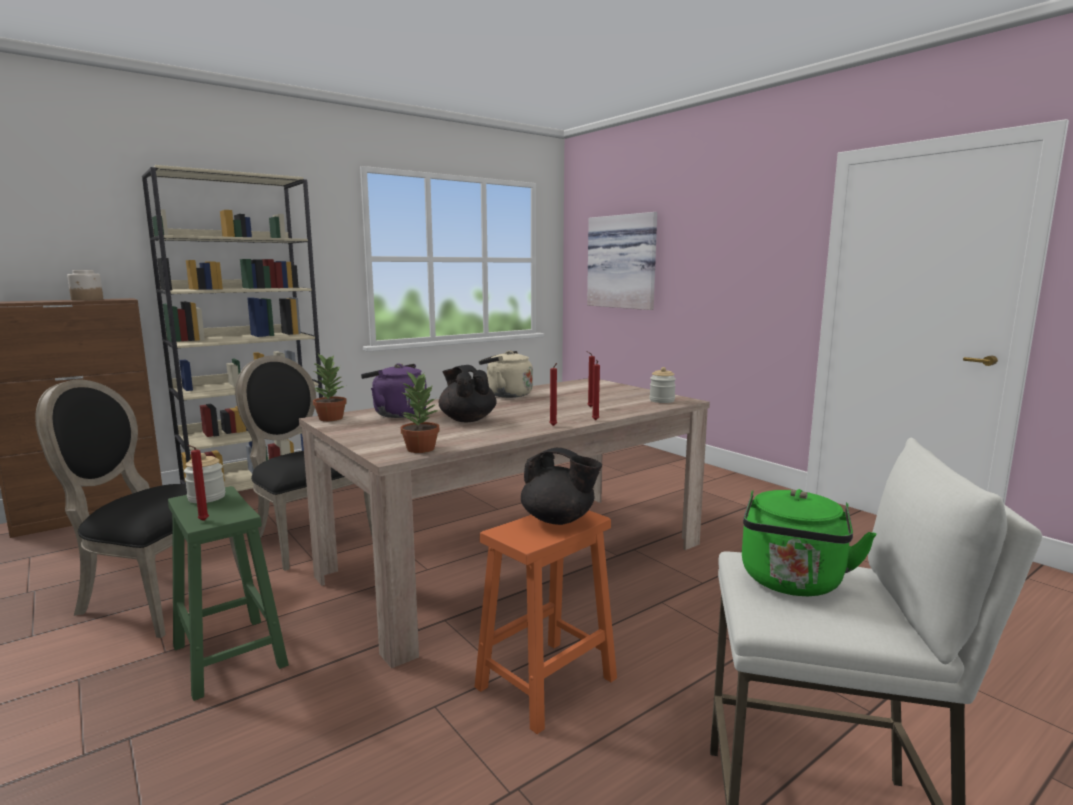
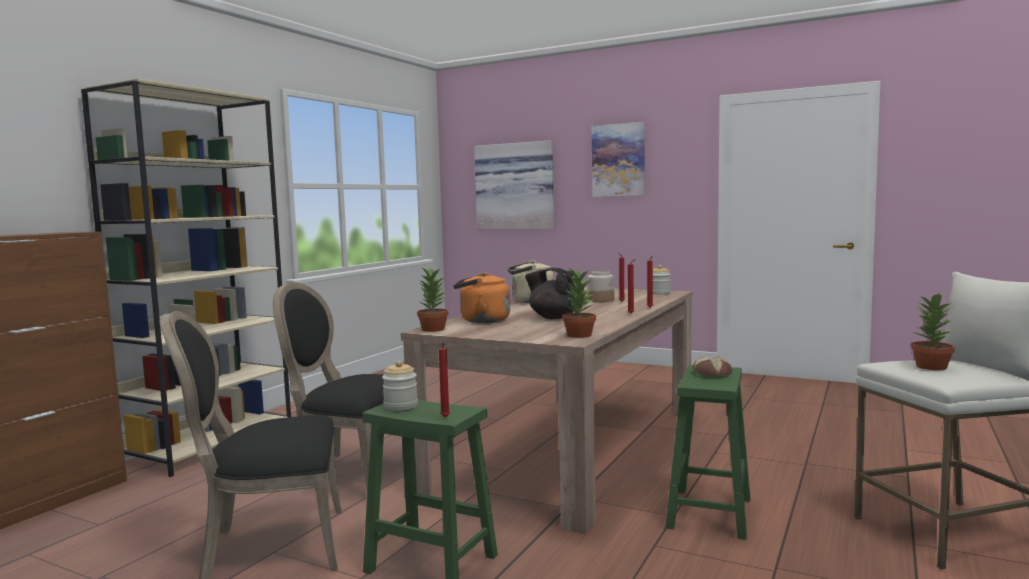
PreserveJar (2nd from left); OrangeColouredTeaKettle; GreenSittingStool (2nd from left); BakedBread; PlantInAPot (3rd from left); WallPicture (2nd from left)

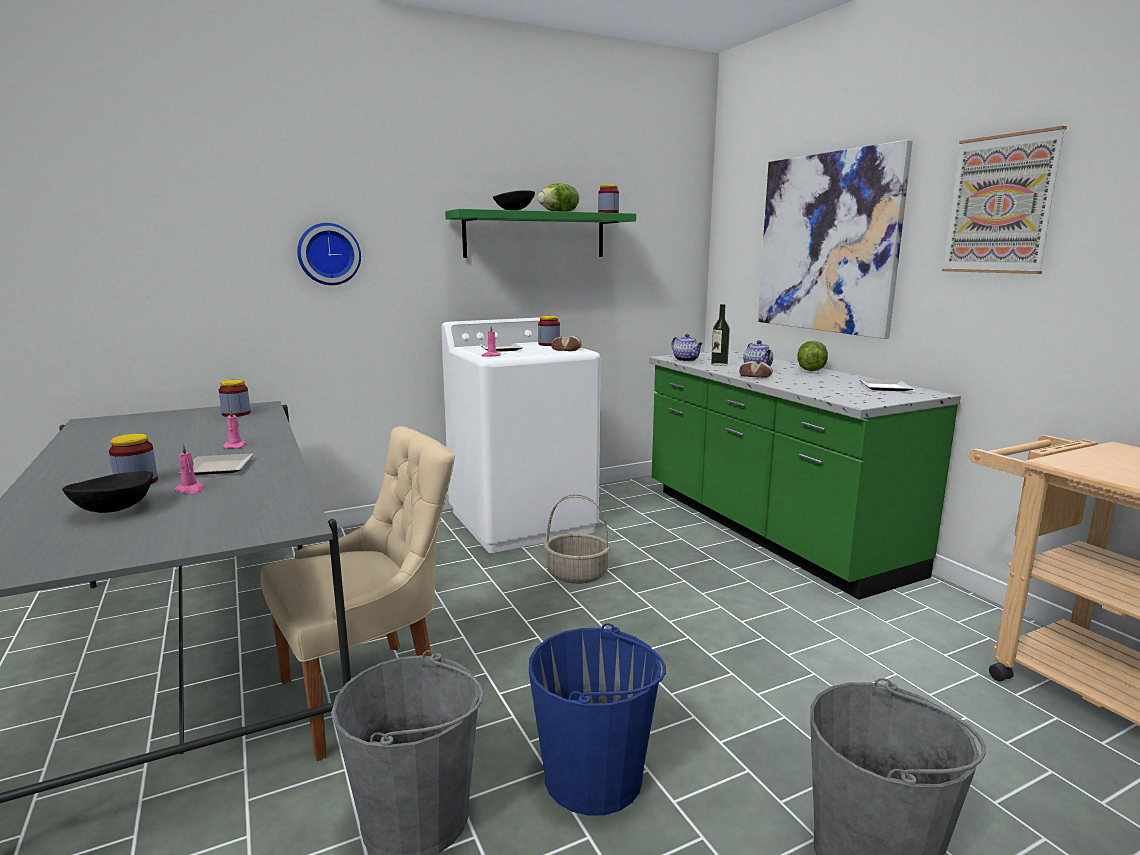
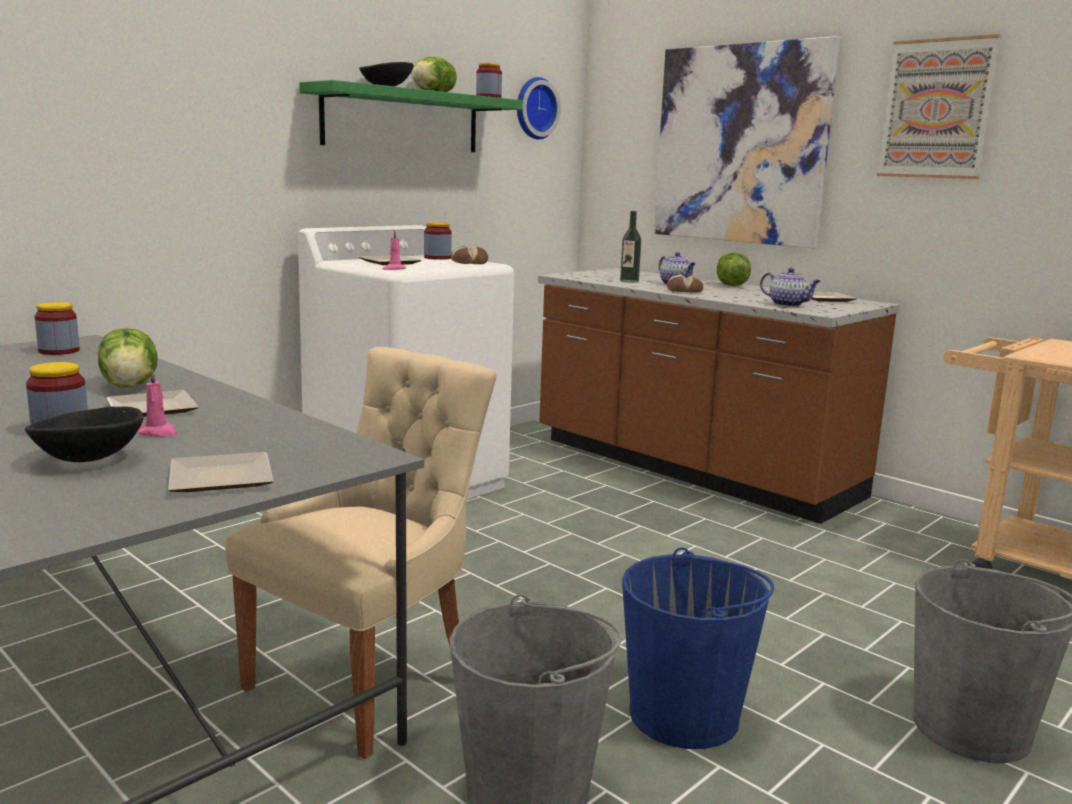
HeadOfLettuce (1st from left); WallClock; HouseholdBasket; BrownKitchenBaseUnit; TeaPot (2nd from left); DinnerPlate (2nd from left)

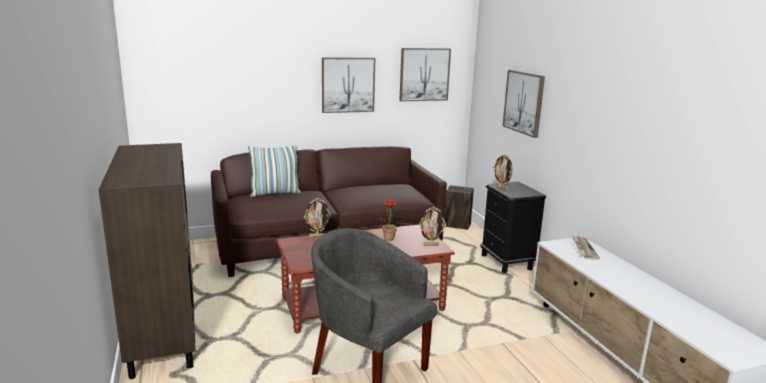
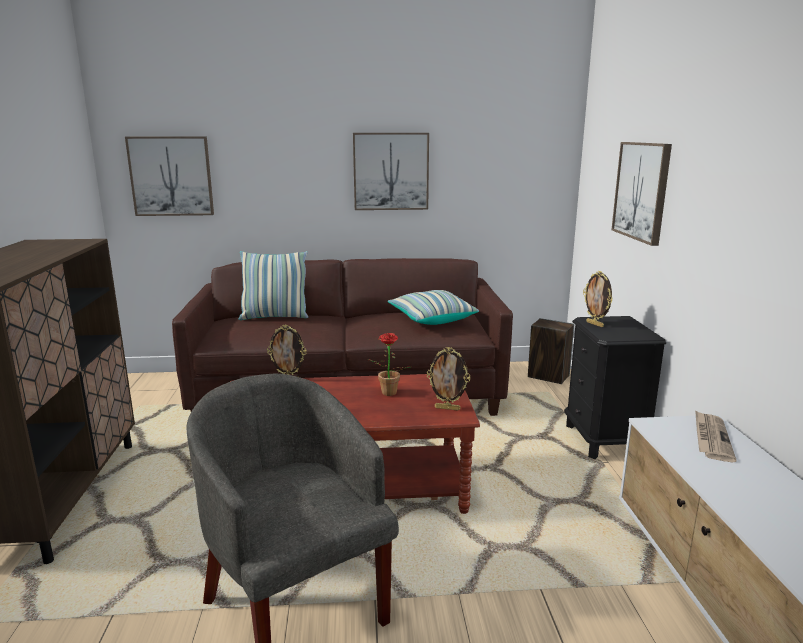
WallPicture (1st from left); Pillow (2nd from left)

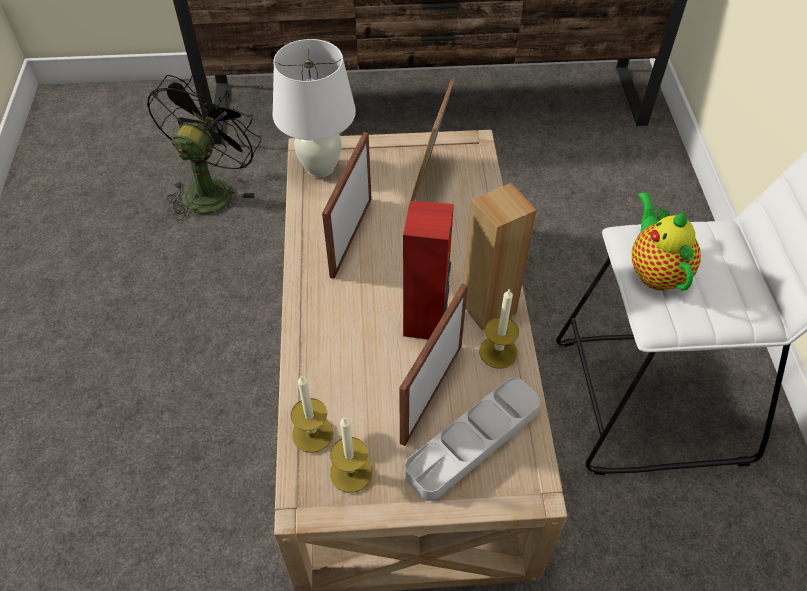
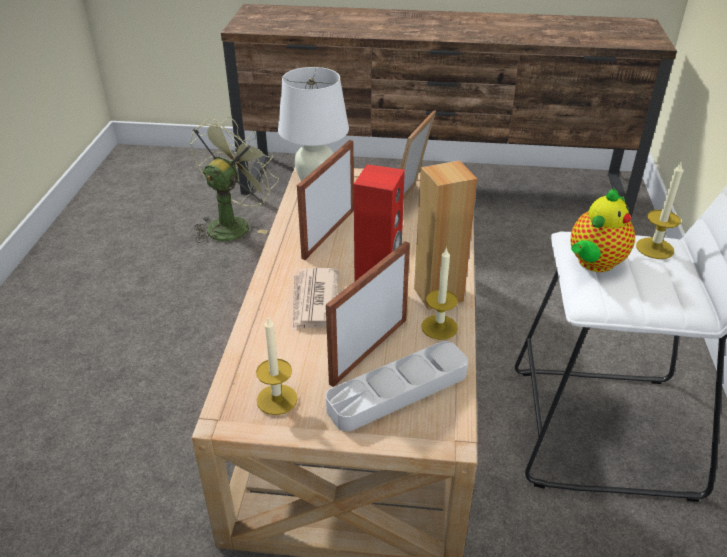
GreenCoolingFan; Candle (3rd from left); TeaPot; DailyPaper

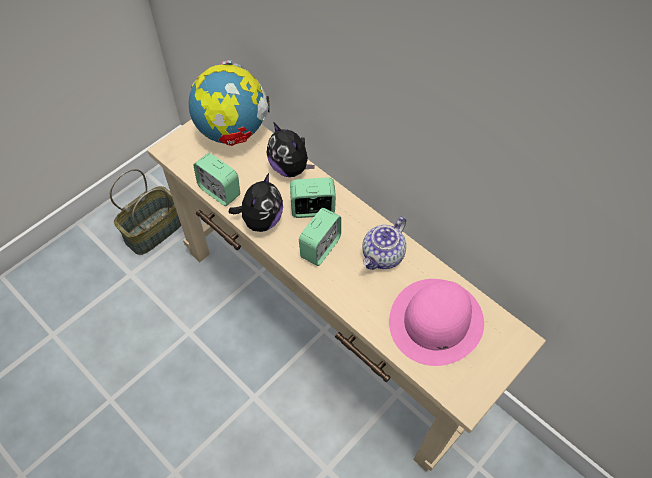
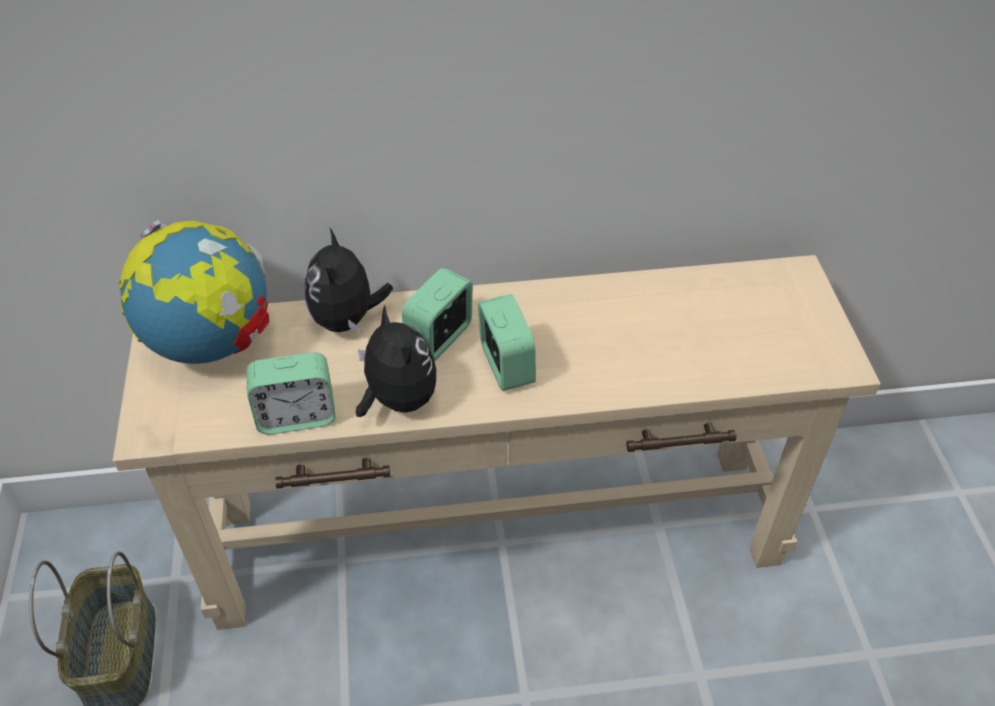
SoftToy (1st from left); TeaPot; PinkColouredHat

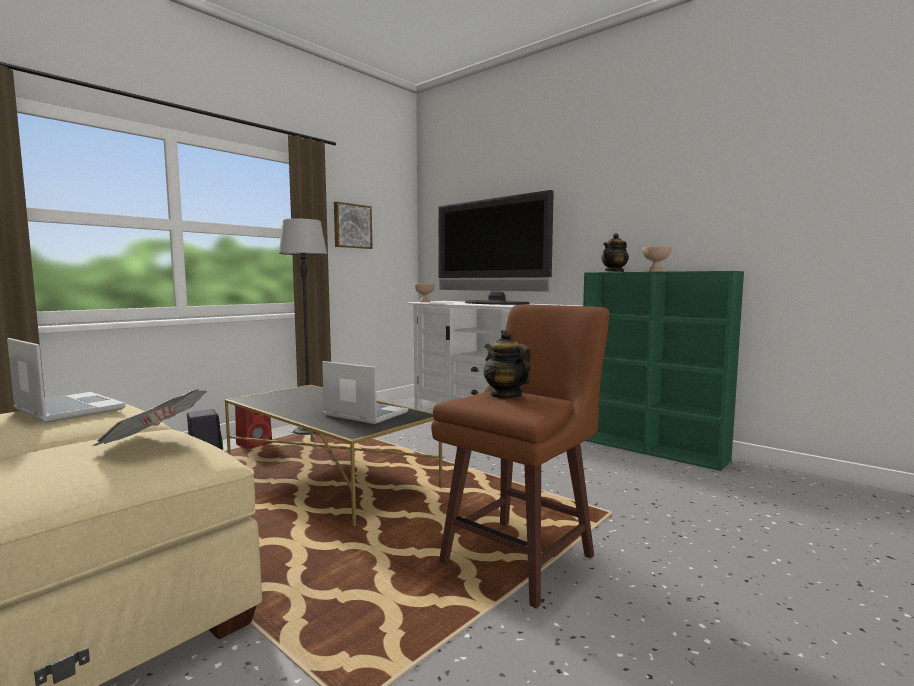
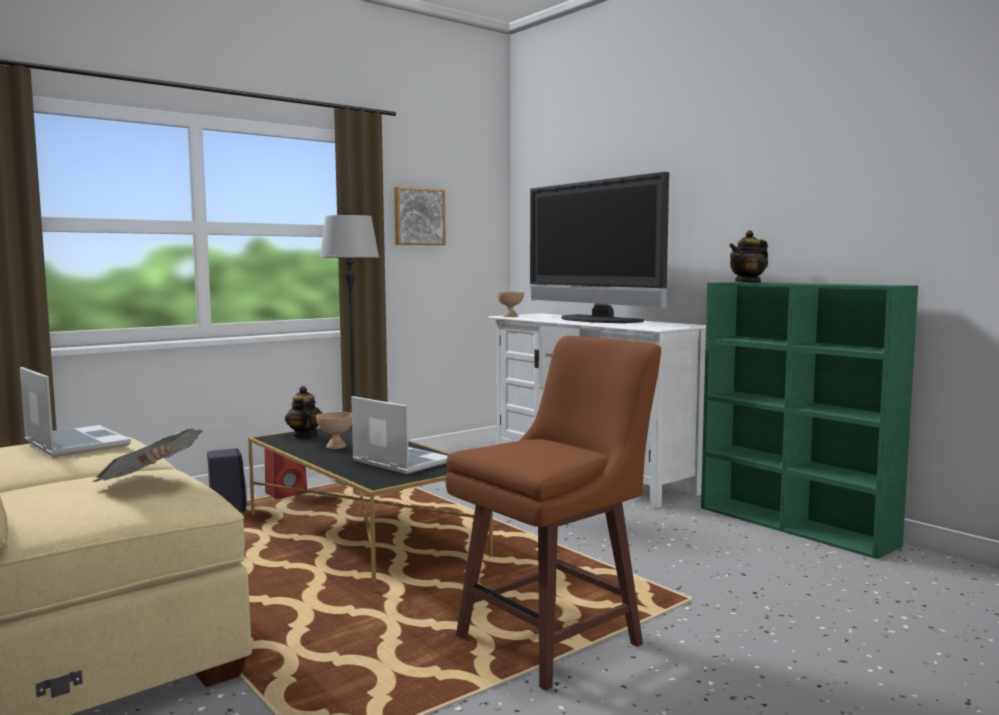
TeaPot (1st from left); SandColouredDeepDish (1st from left)

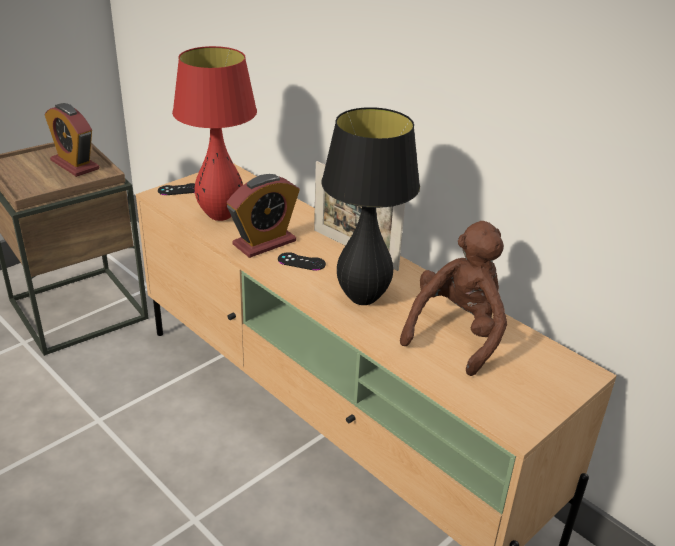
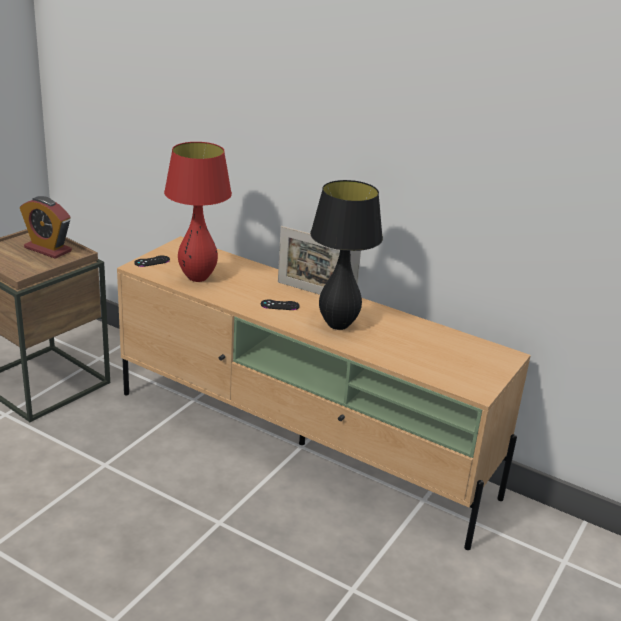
TableClock (2nd from left in the first image); BrownSoftToy

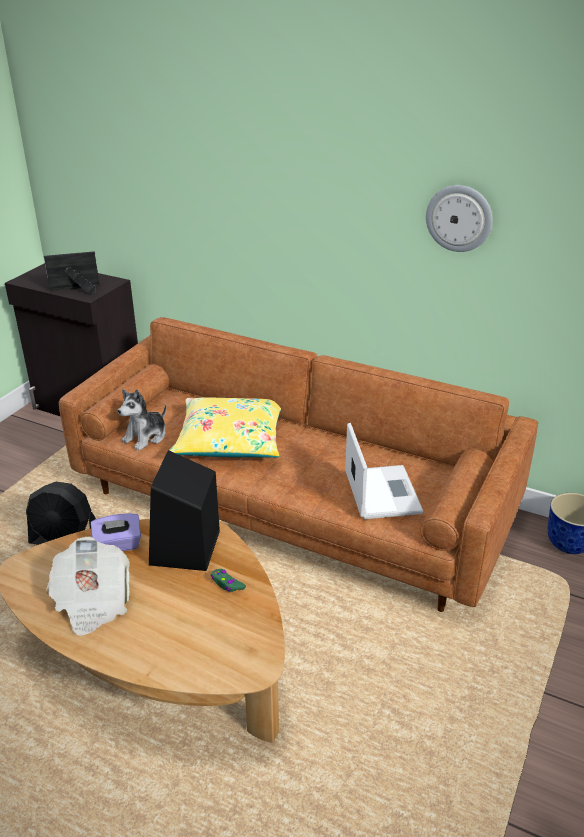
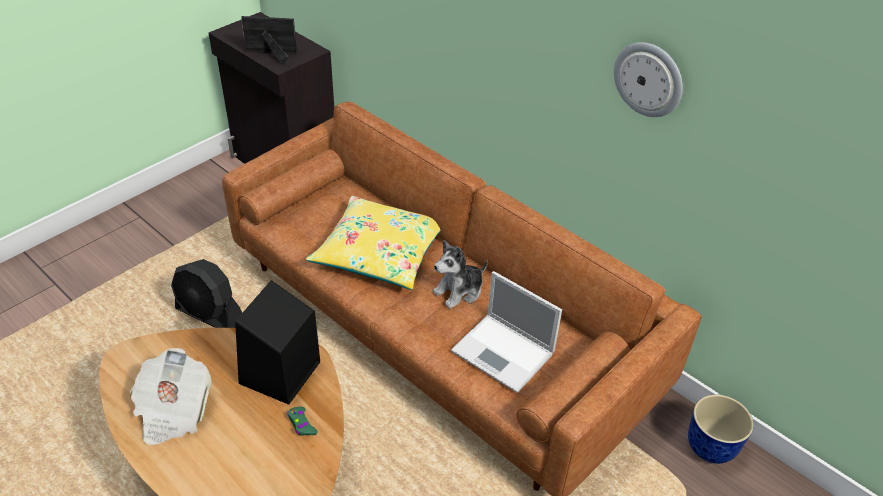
PurpleColouredBoxOfTissues; SoftToy; Laptop

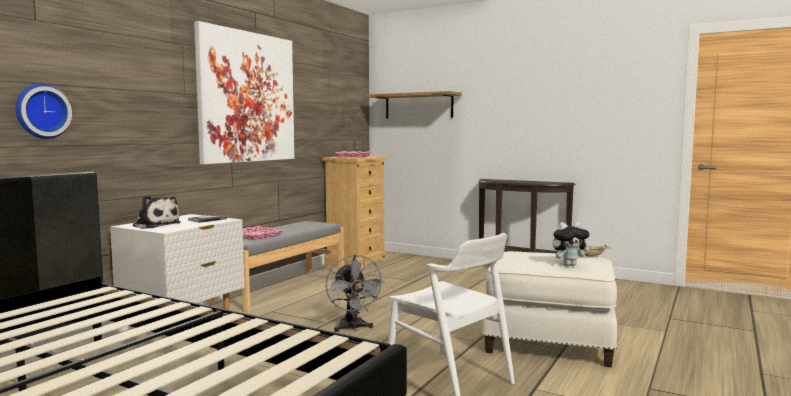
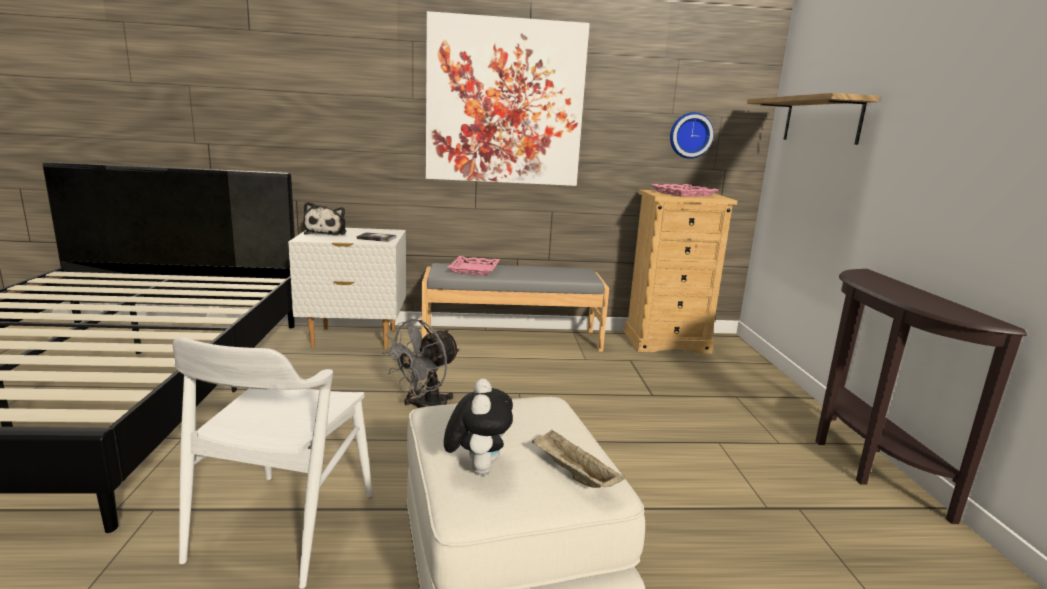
WallClock; SoftToy (2nd from left)

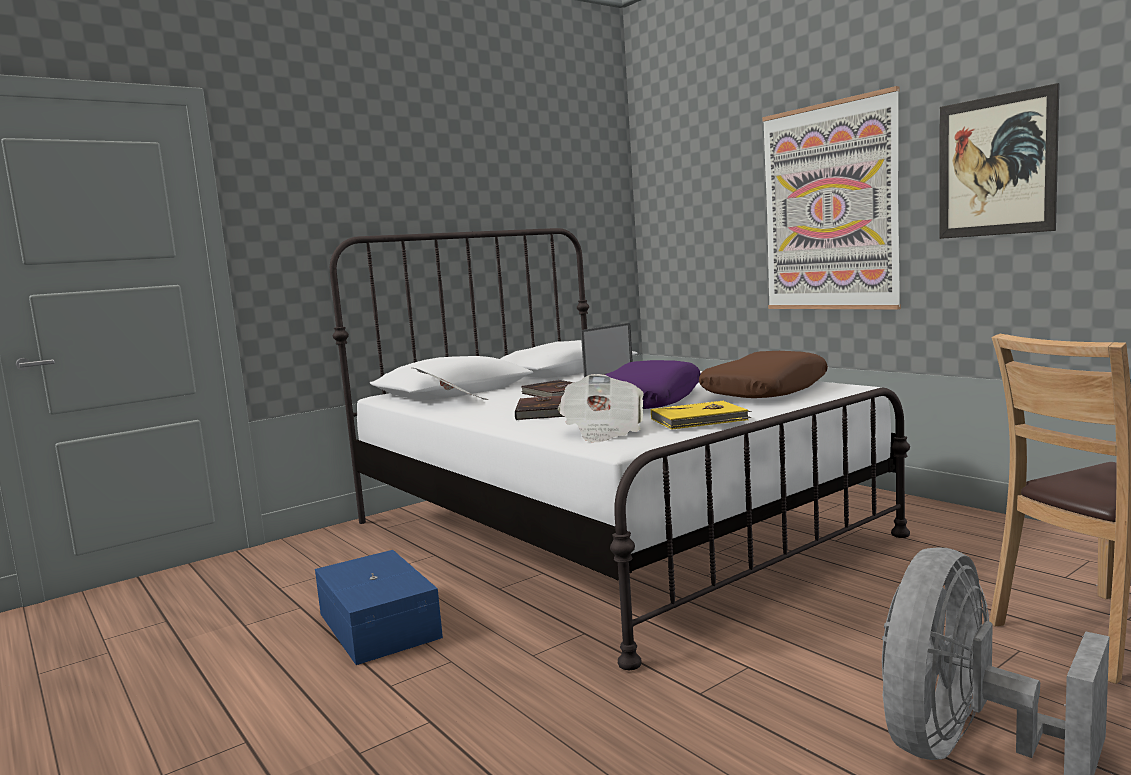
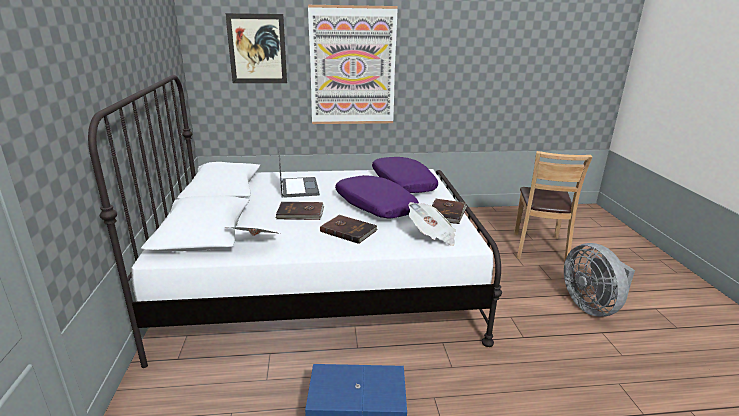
BrownBoundBook (3rd from left); PurpleColouredPillow (2nd from left); WallPicture (1st from left)

